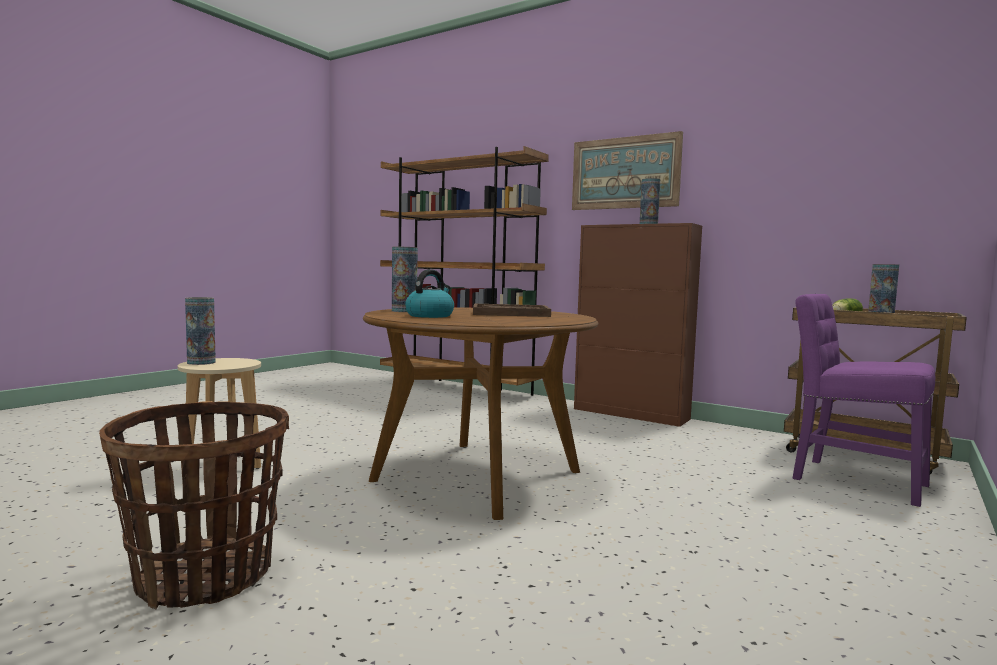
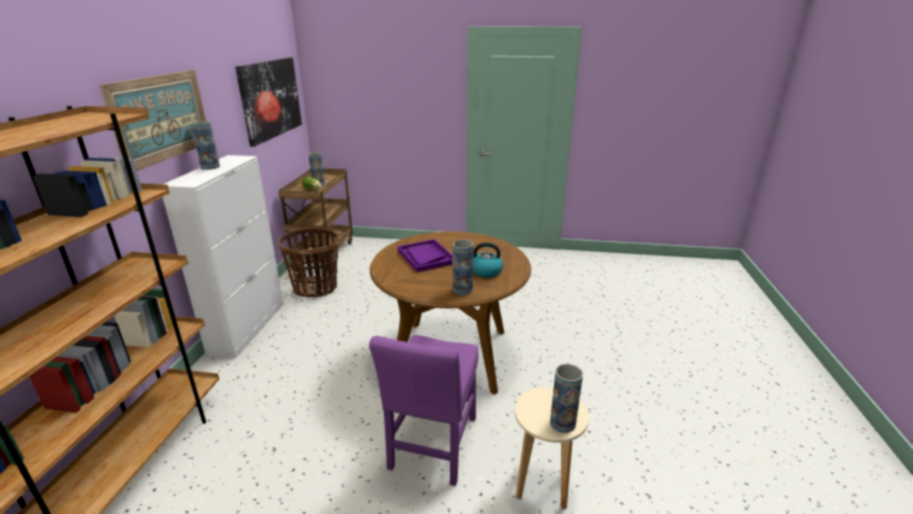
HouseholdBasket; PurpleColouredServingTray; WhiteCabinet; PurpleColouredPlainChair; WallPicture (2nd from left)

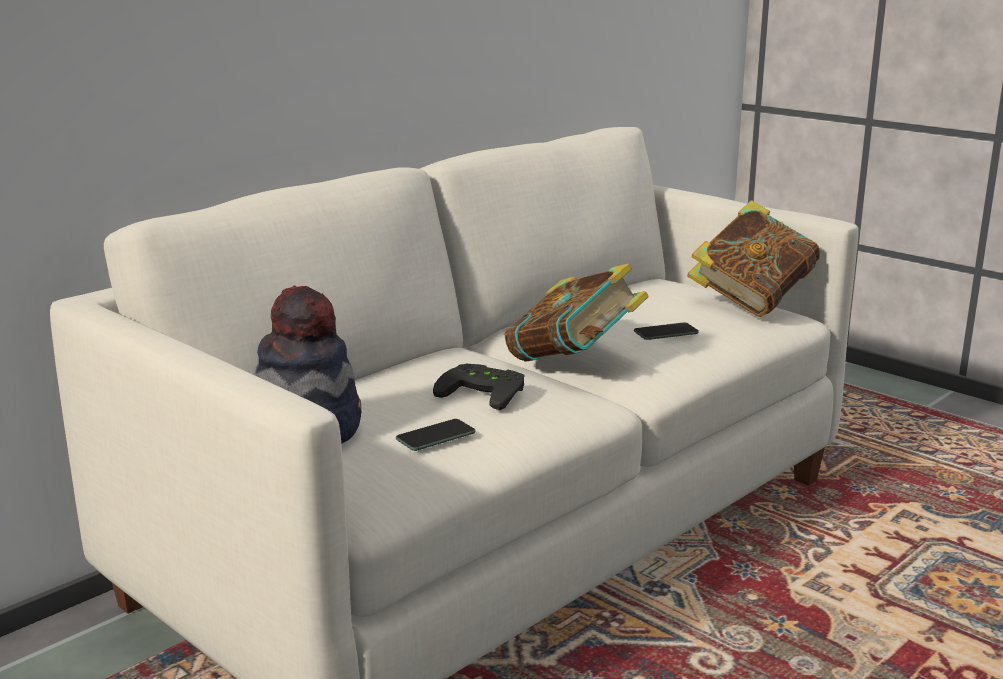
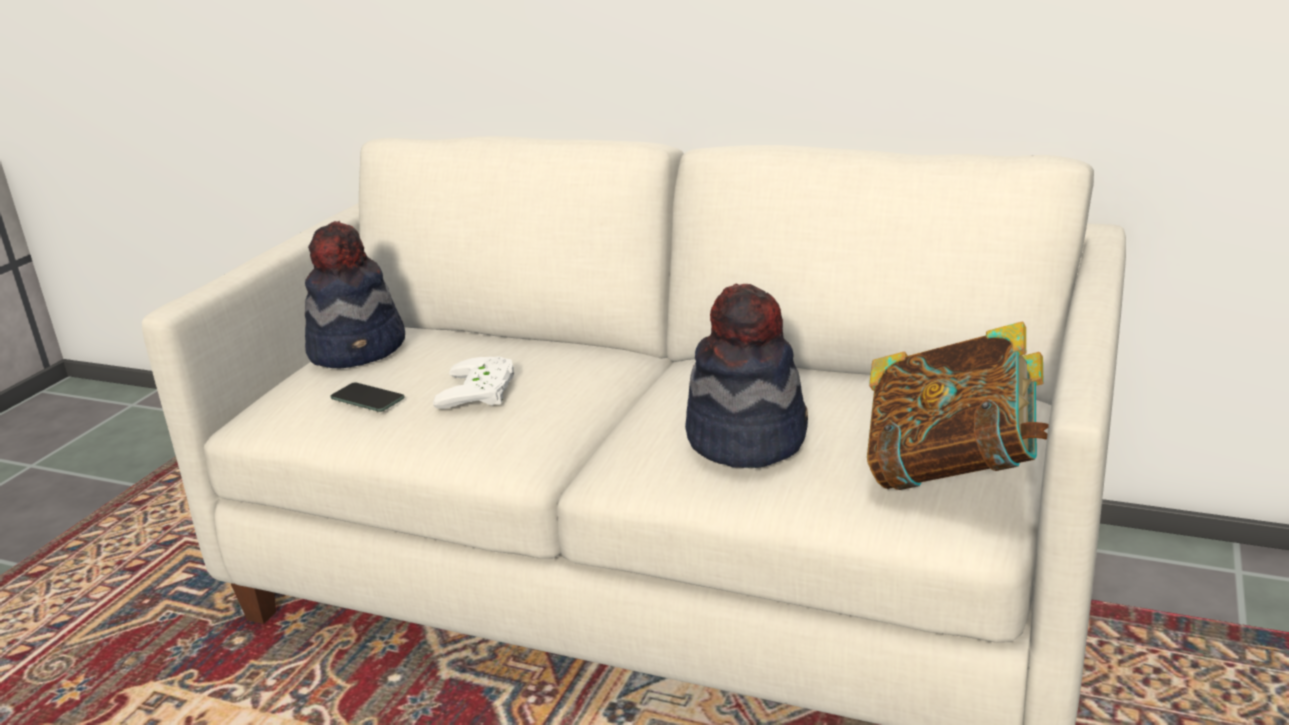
WhiteGameController; BoundBook (1st from left in the first image); Hat (2nd from left)

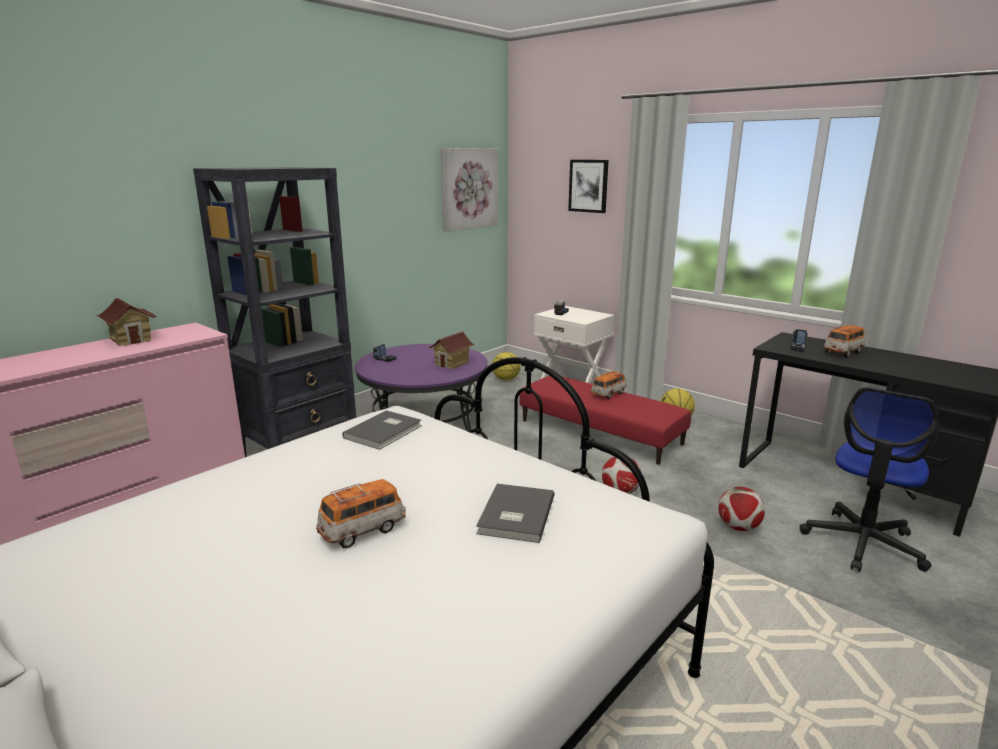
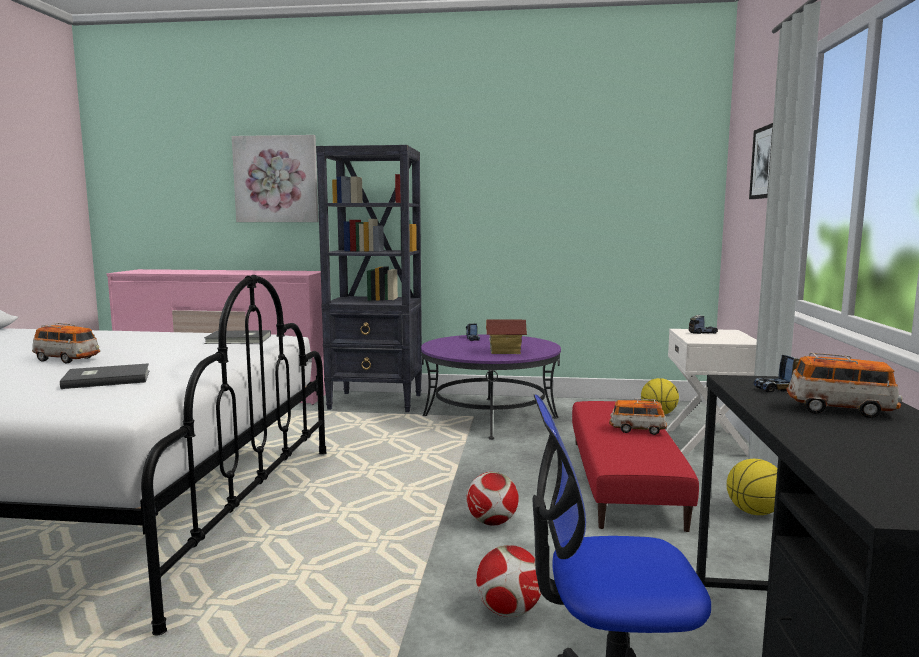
MiniatureHouse (1st from left in the first image); WallPicture (1st from left)

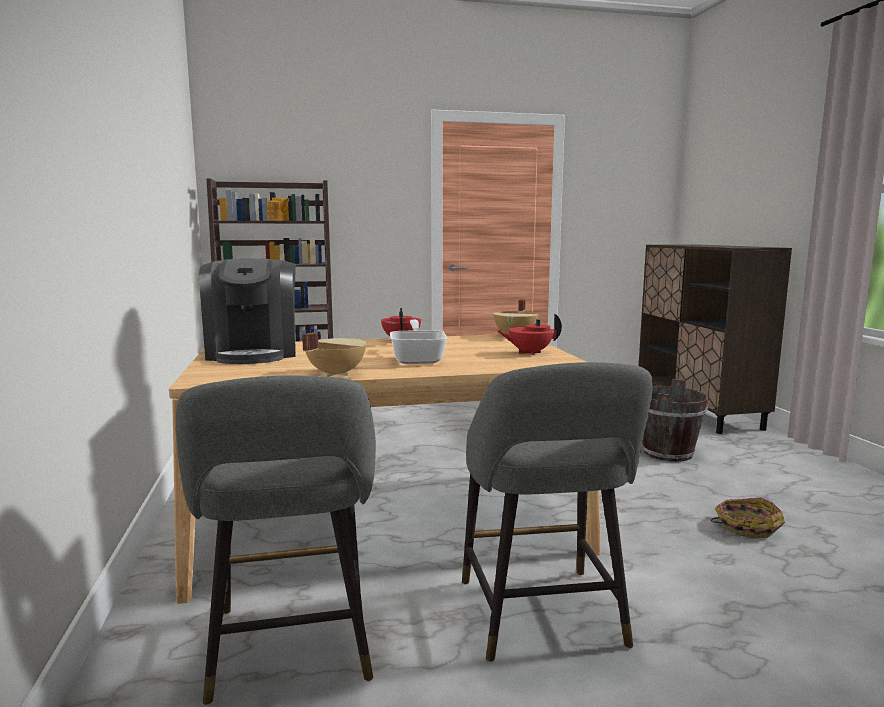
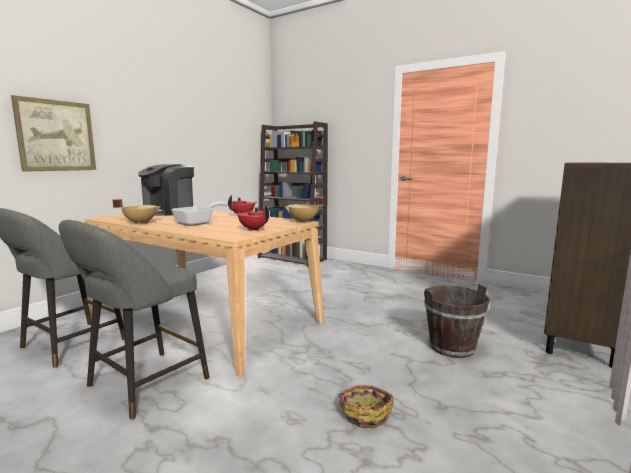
WallPicture

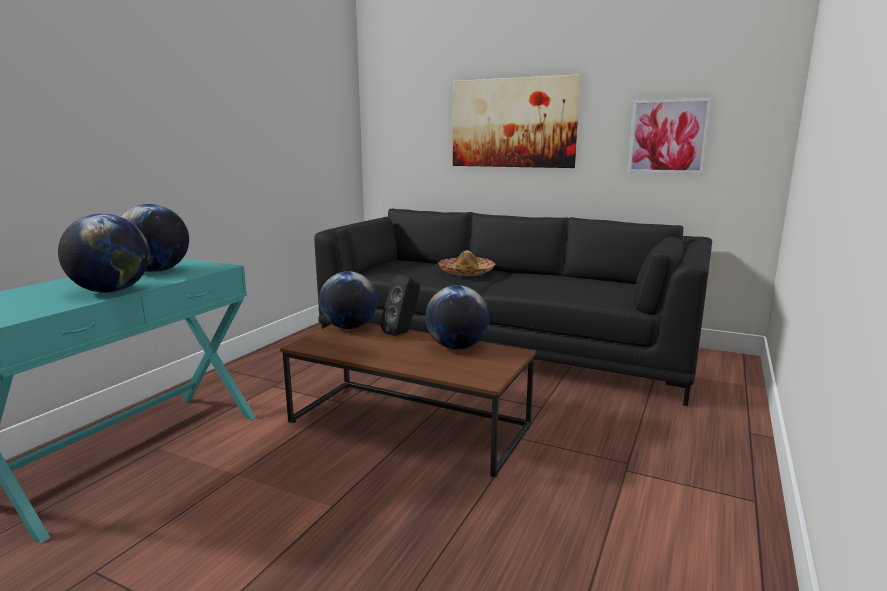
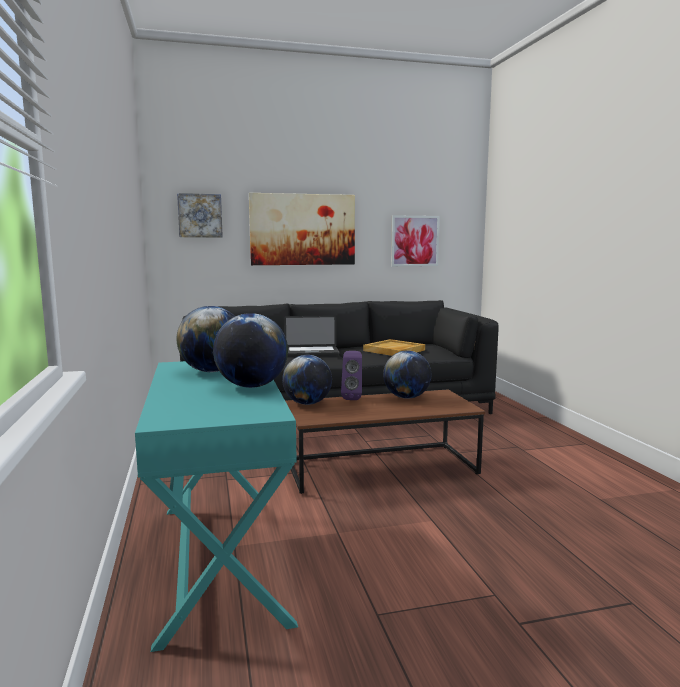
PurpleColouredSpeaker; Laptop; WallPicture (1st from left); SandColouredServingTray

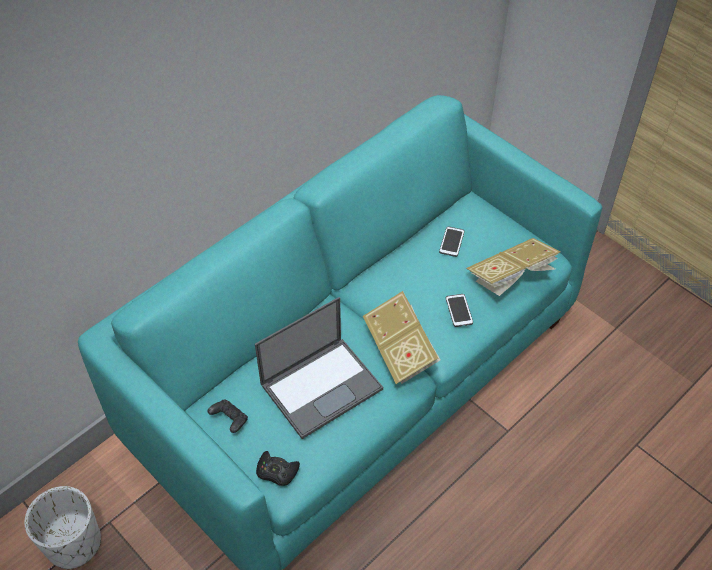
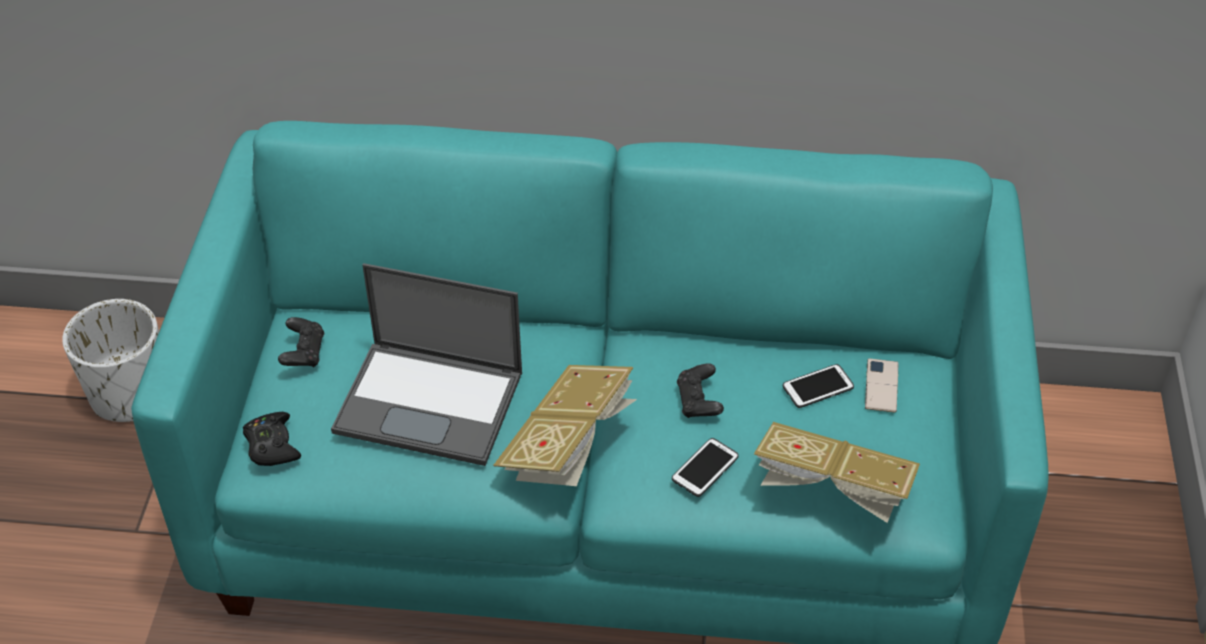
BlackColouredGameController (3rd from left); Handset (3rd from left)

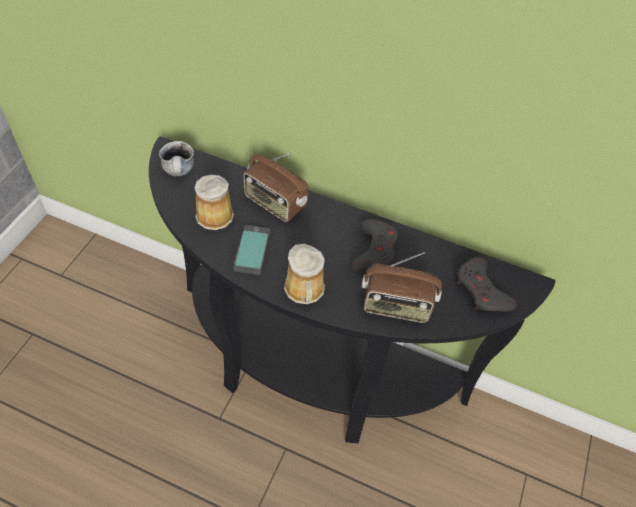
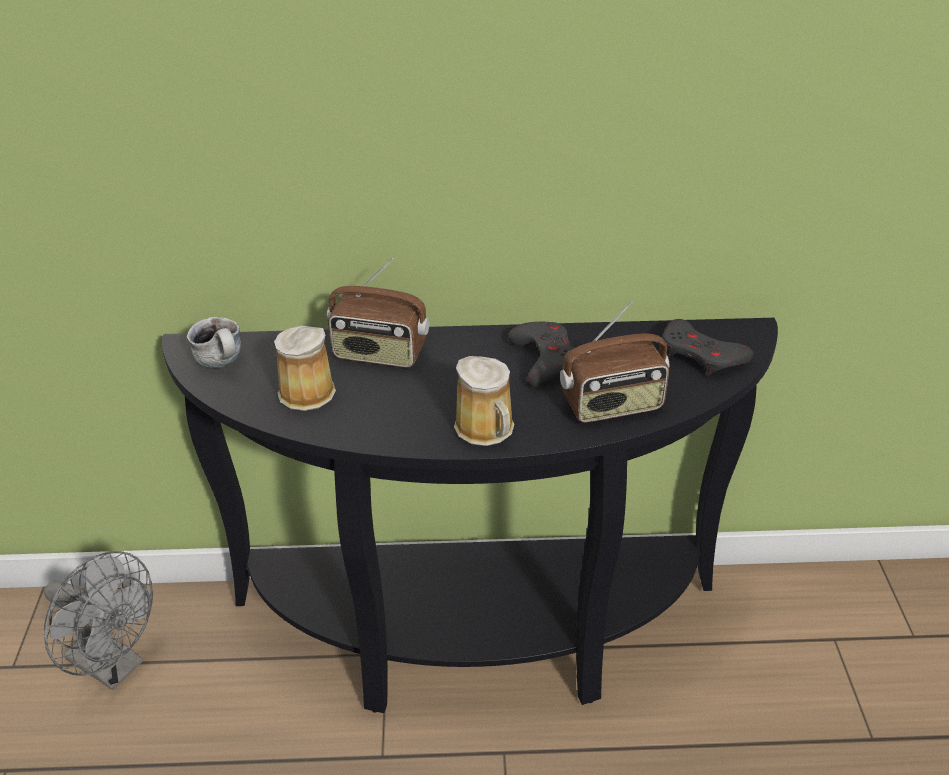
Handset; GreyCoolingFan

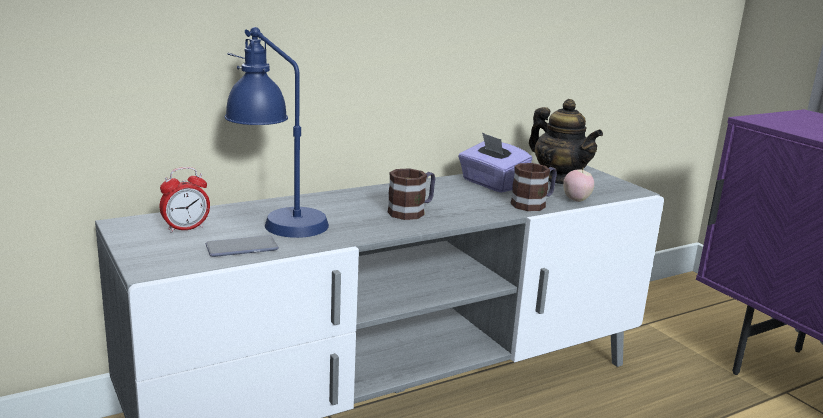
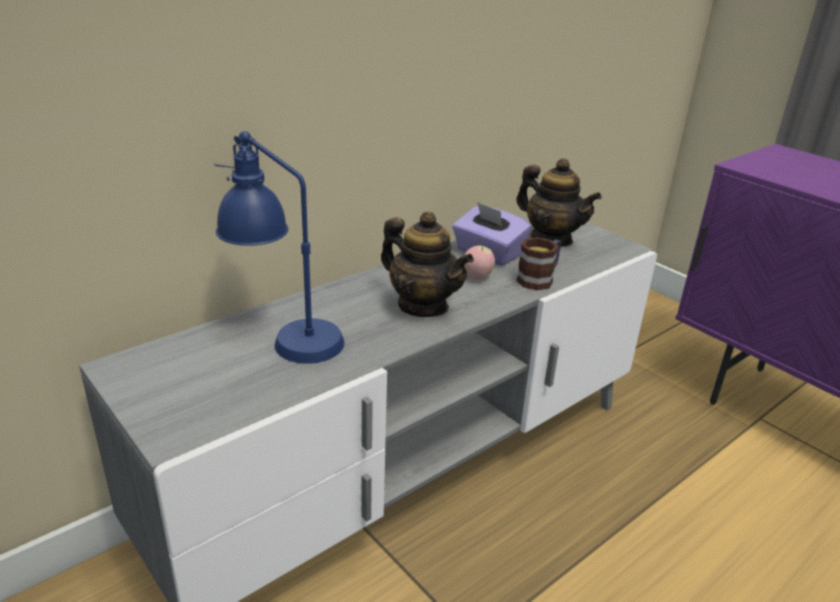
TableClock; Handset; TeaPot (1st from left); AppleFruit

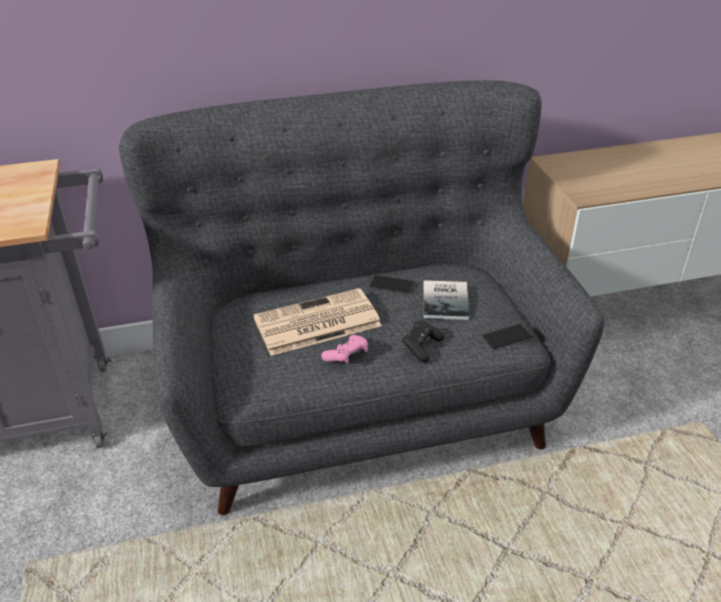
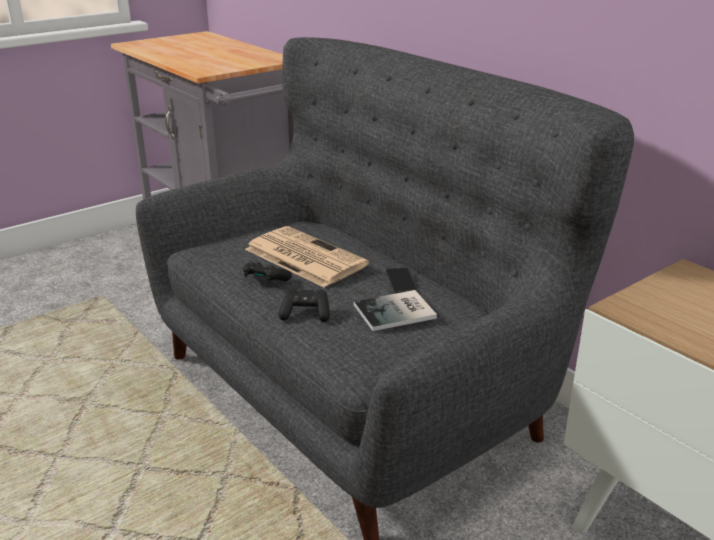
BlackColouredGameController (1st from left); Handset (2nd from left in the first image)

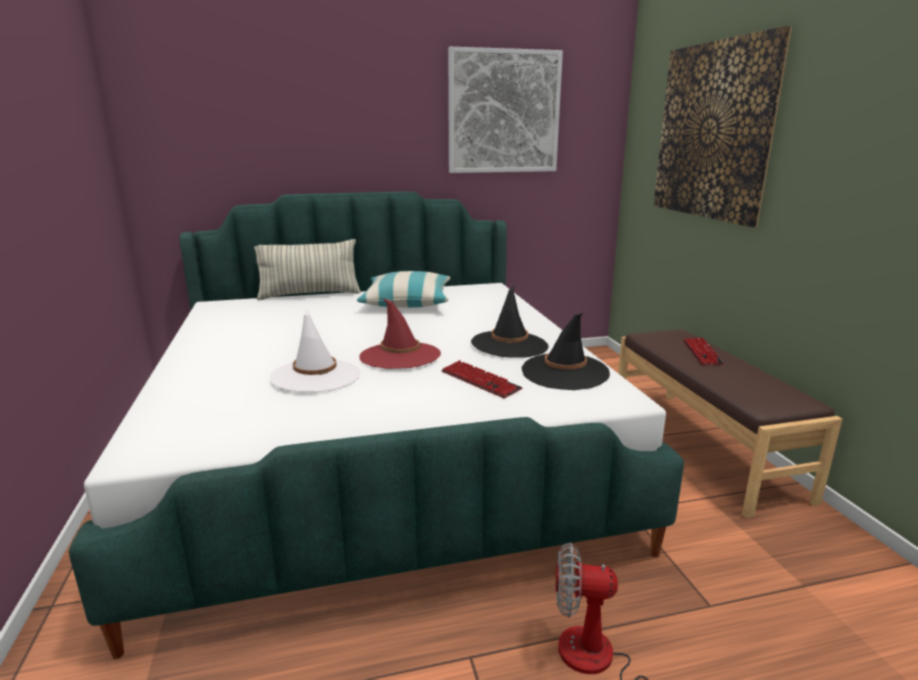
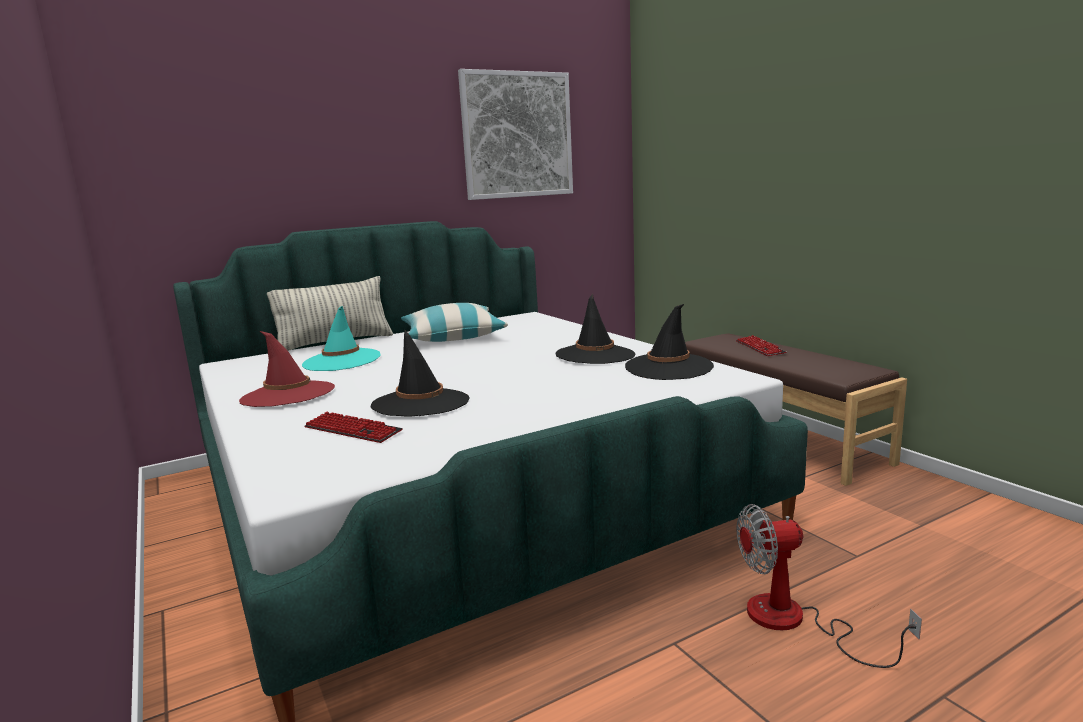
BlackColouredHat (1st from left); RedHat; ComputerKeyboard (1st from left); WallPicture (2nd from left in the first image); TurquoiseColouredHat

